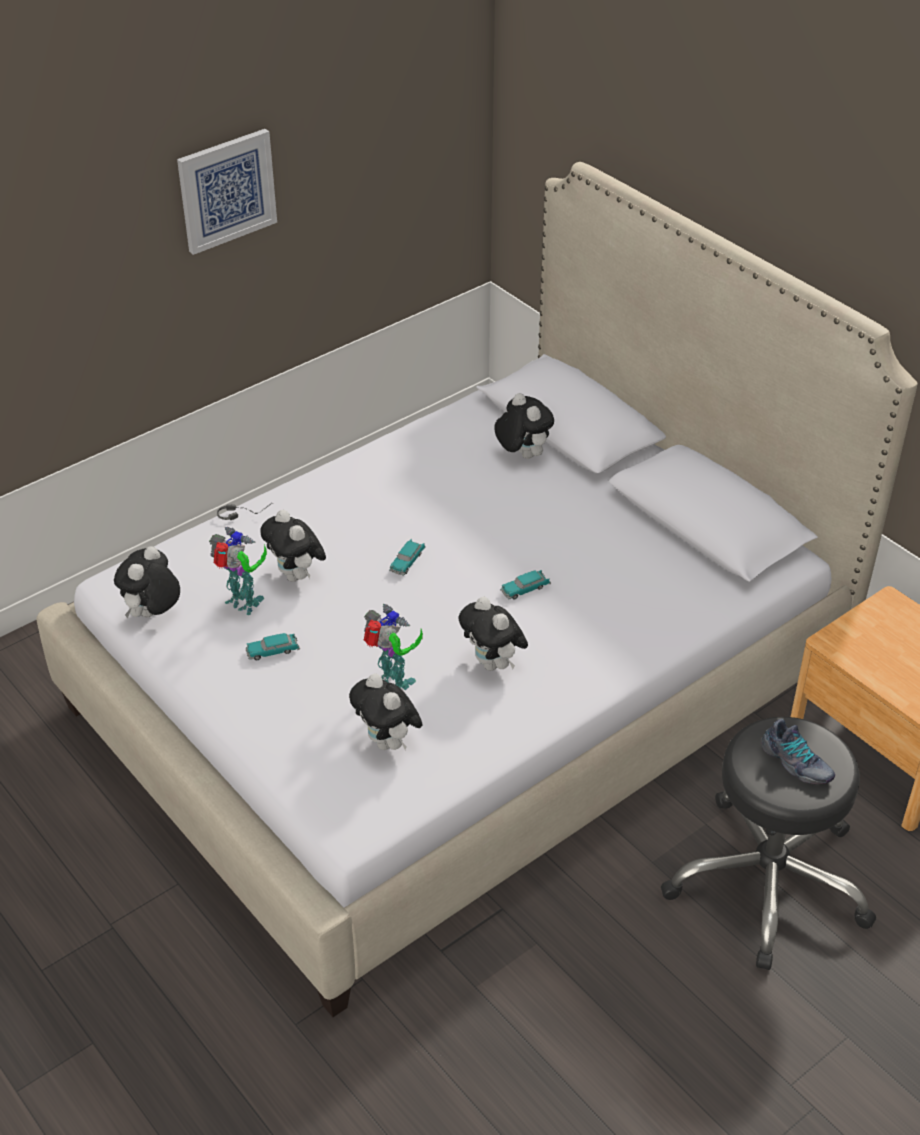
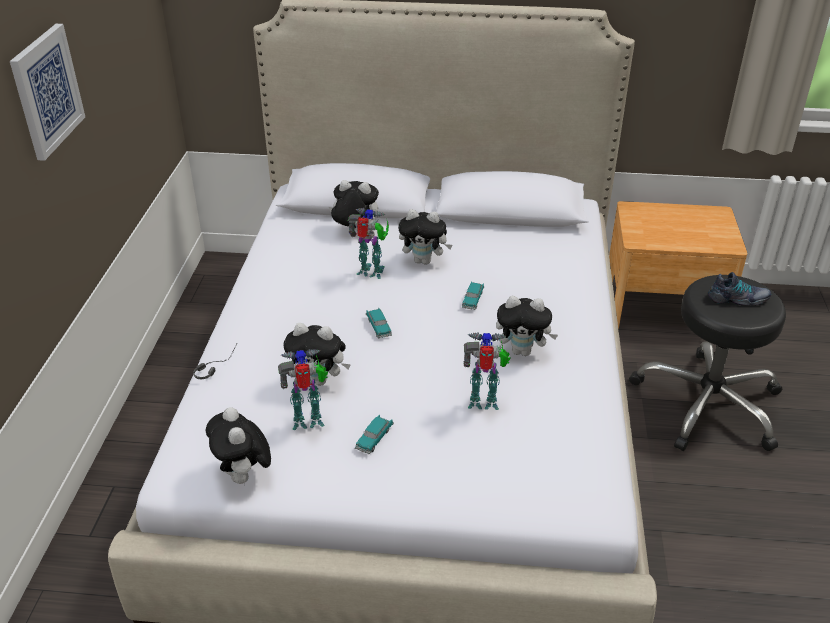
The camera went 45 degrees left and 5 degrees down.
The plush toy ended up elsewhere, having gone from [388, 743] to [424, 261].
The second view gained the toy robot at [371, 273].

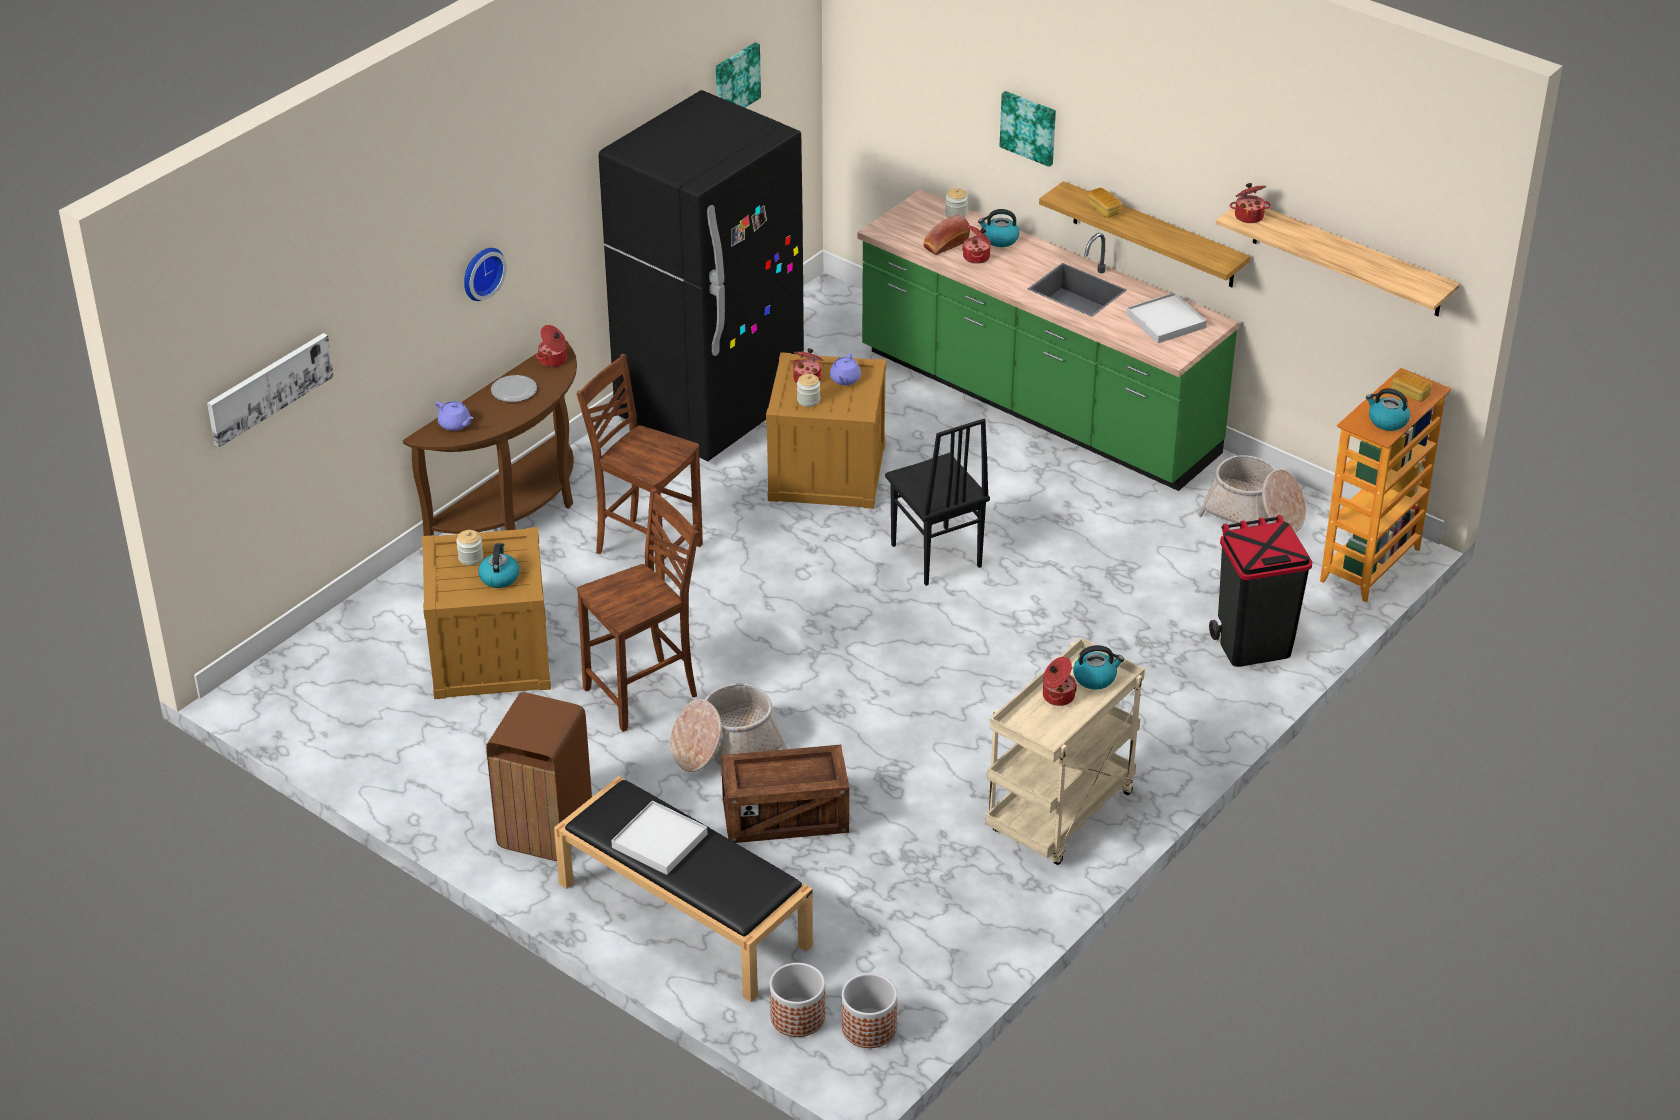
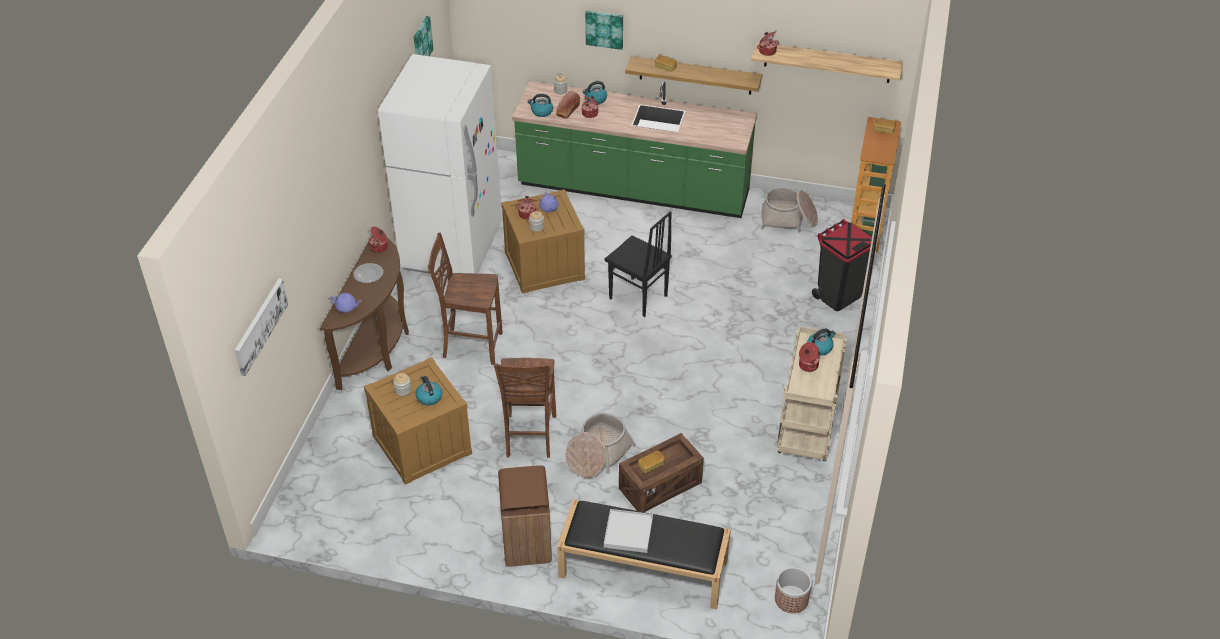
The camera went 25 degrees left and 5 degrees up.
The second view lost the wall clock at [481, 272].
The brown chair at [644, 693] ended up facing another way, 150 degrees clockwise from before.
What was the black fridge at [710, 410] turned into the white fridge at [452, 247].
The second view lost the planter at [797, 1017].
The second view lost the white tray at [1165, 321].
The kettle ended up elsewhere, having gone from [1387, 421] to [541, 112].
The second view gained the bread at [651, 466].

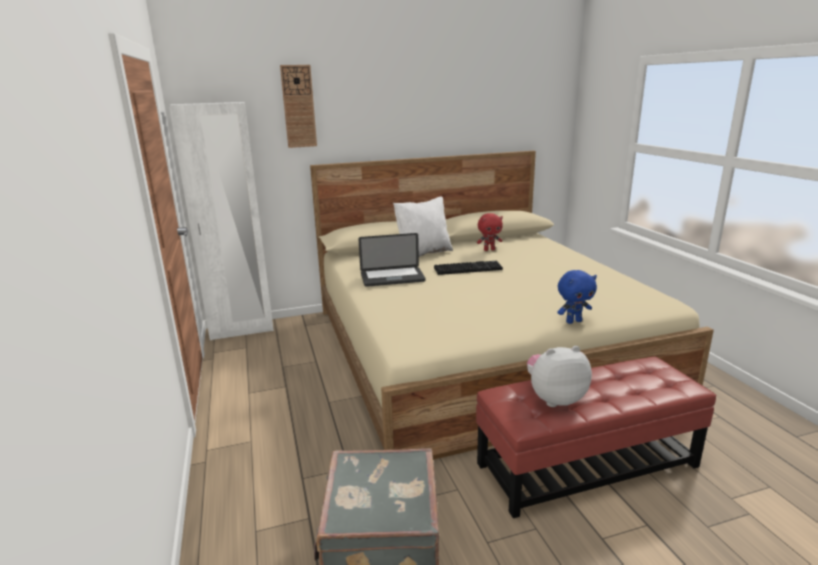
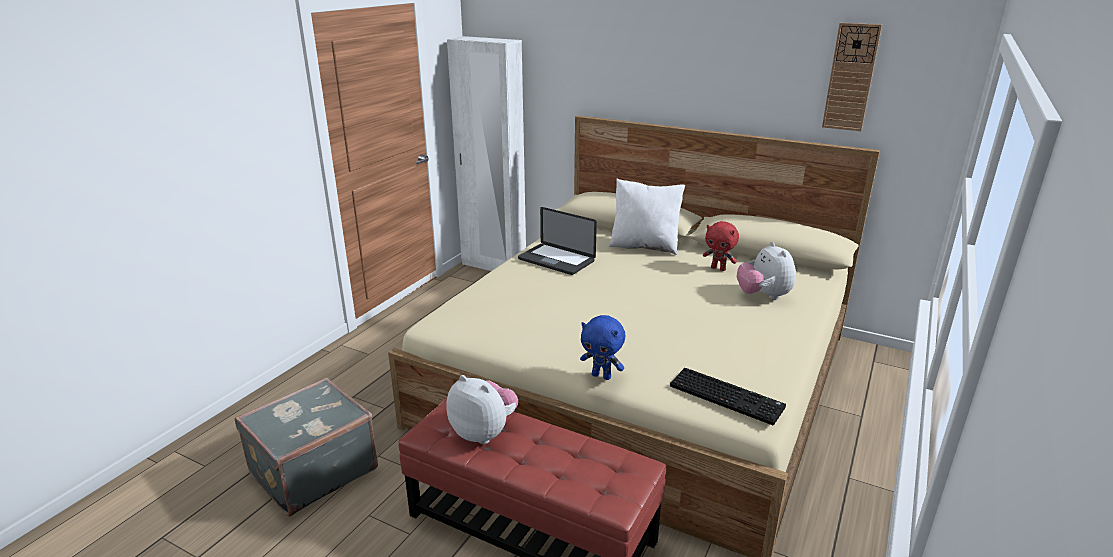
The camera went 45 degrees right and 5 degrees up.
The wall clock ended up elsewhere, having gone from [298, 106] to [850, 77].
The keyboard ended up elsewhere, having gone from [468, 268] to [728, 396].
The second view gained the plush toy at [763, 296].

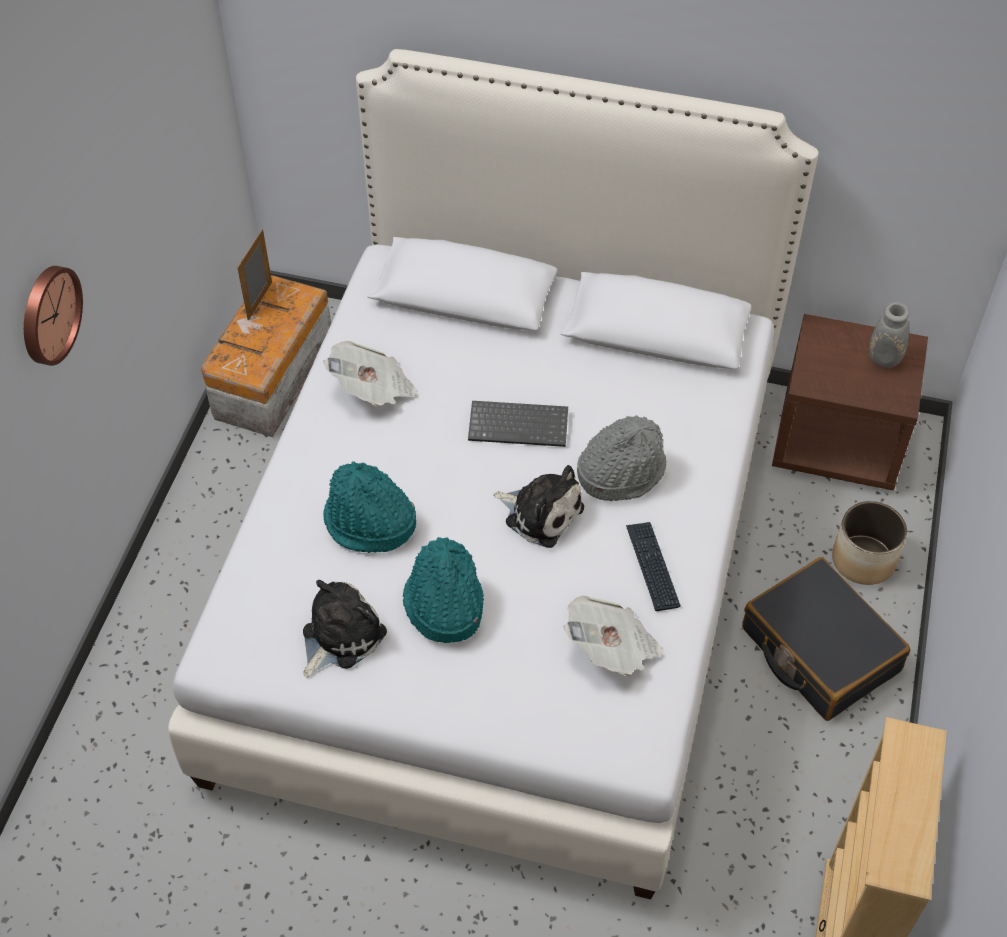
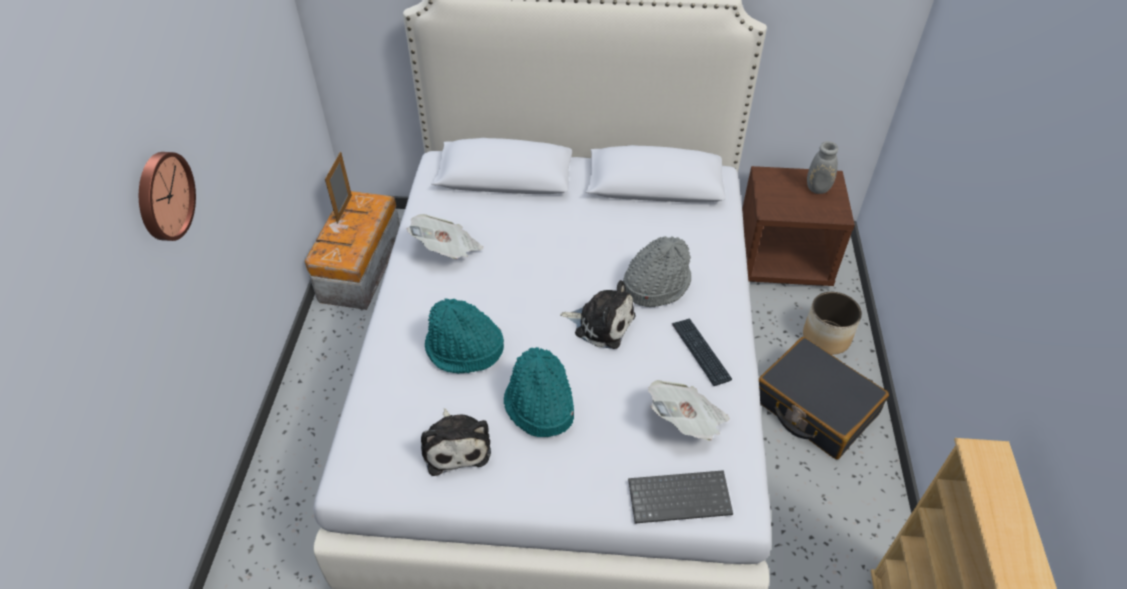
The camera went 10 degrees left and 5 degrees down.
The plush toy at [339, 636] ended up facing another way, 135 degrees clockwise from before.
The keyboard ended up elsewhere, having gone from [519, 424] to [680, 496].

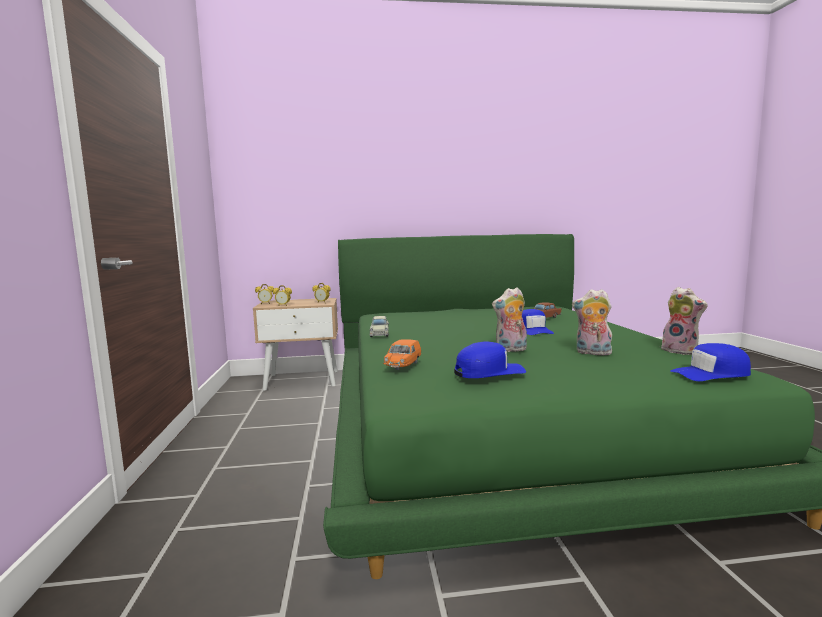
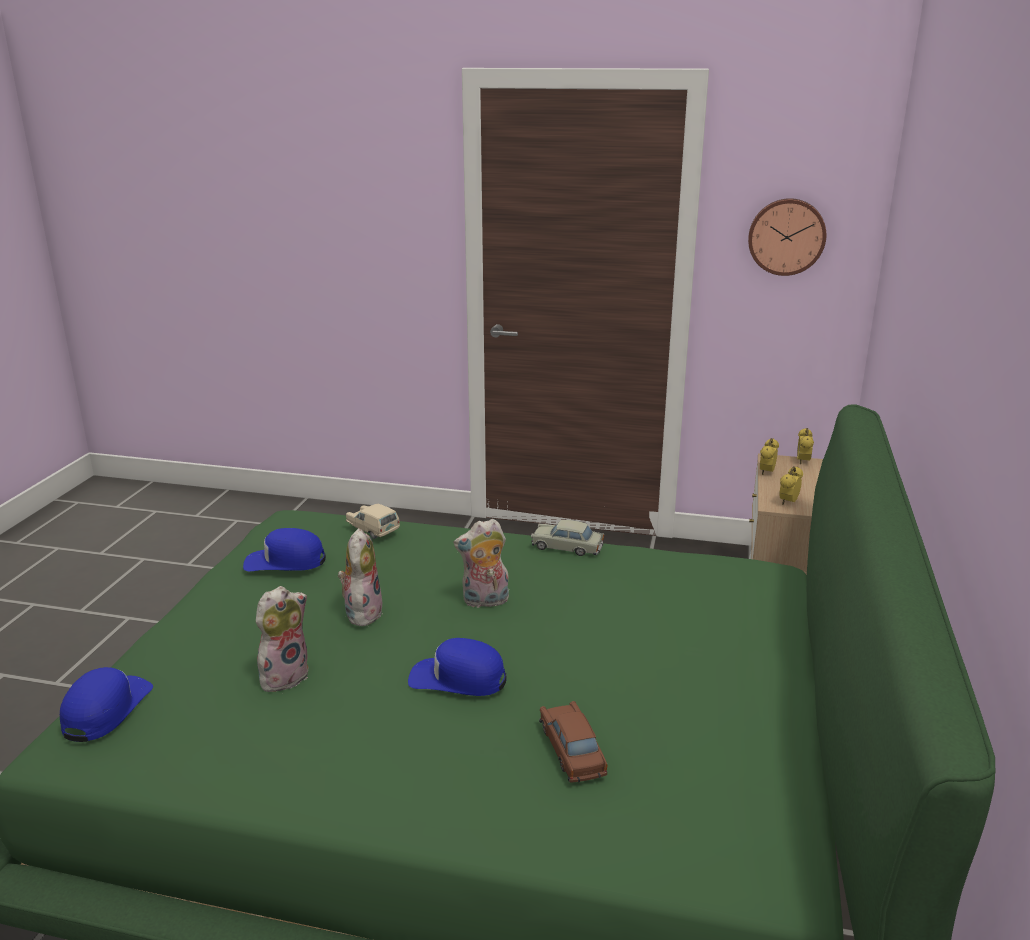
The camera went 110 degrees right and 15 degrees up.
What was the orange toy car at [402, 365] turned into the beige toy car at [372, 530].
The blue cap at [489, 371] ended up facing another way, 90 degrees clockwise from before.
The plush toy ended up elsewhere, having gone from [681, 351] to [485, 601].
The second view gained the wall clock at [786, 236].

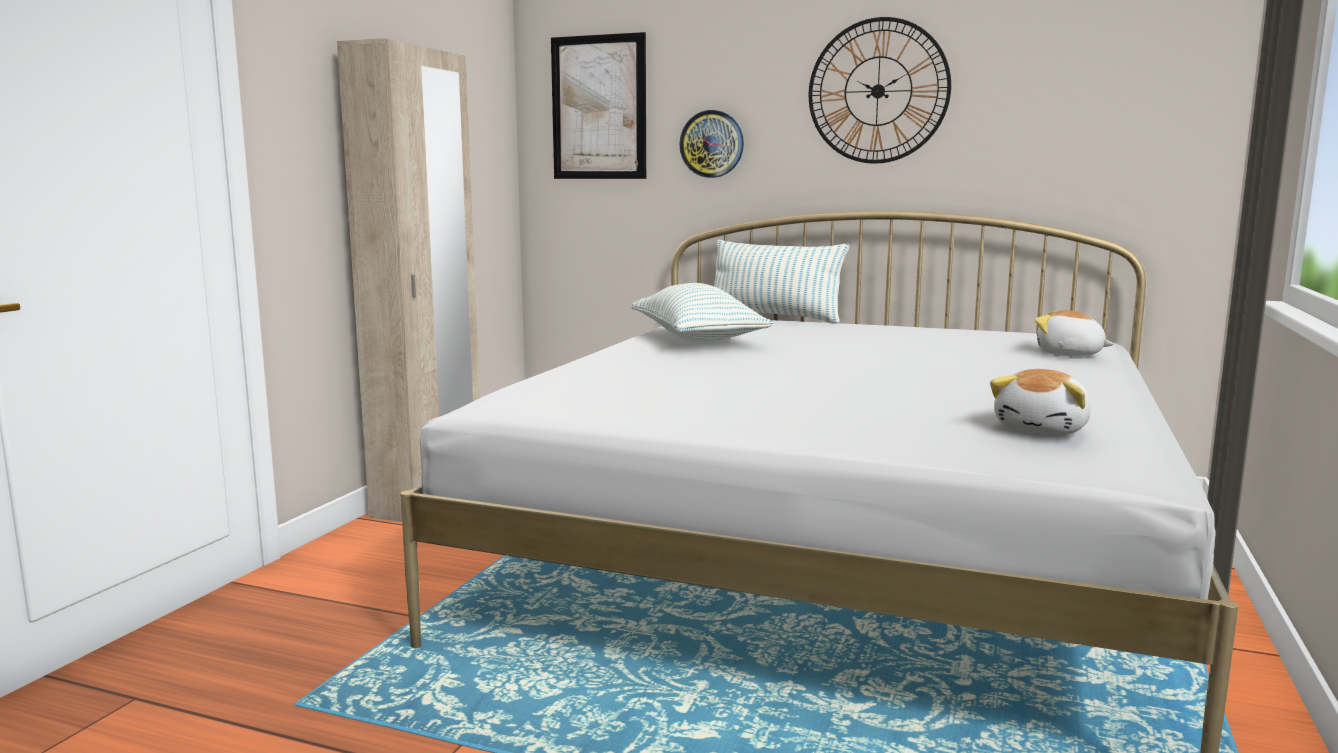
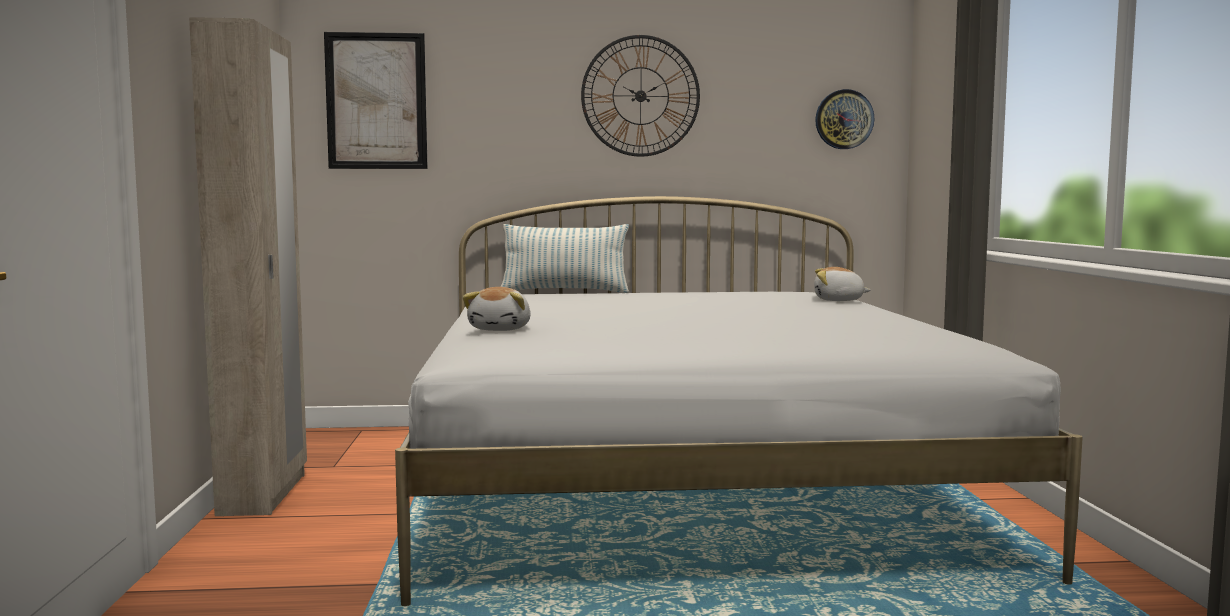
The camera went 25 degrees left and 5 degrees down.
The second view lost the pillow at [696, 339].
The wall clock ended up elsewhere, having gone from [712, 144] to [844, 119].
The plush toy ended up elsewhere, having gone from [1043, 429] to [501, 329].

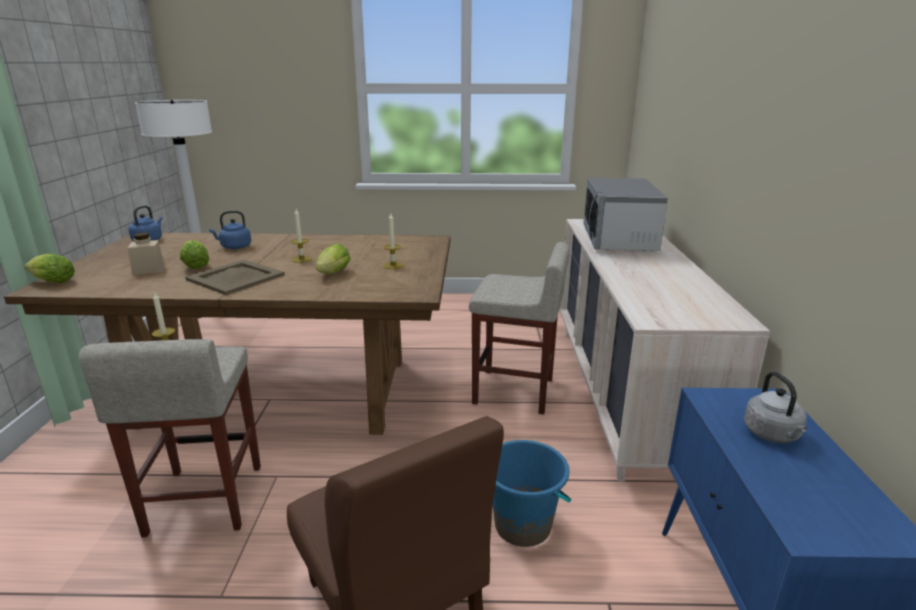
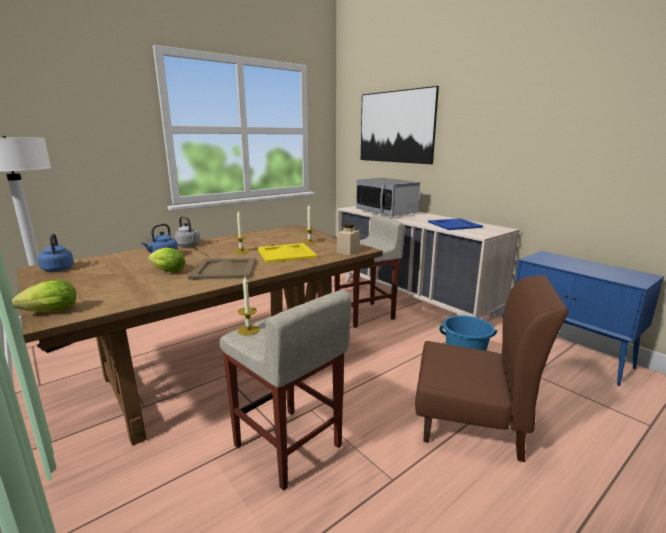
The camera went 40 degrees left and 5 degrees down.
The beige jar ended up elsewhere, having gone from [148, 270] to [348, 251].
Where the lettuce stood at [332, 274], the yellow tray came to stand at [286, 253].
The grey kettle ended up elsewhere, having gone from [772, 435] to [189, 245].
The second view gained the picture at [395, 127].
The second view gained the blue tray at [454, 225].

